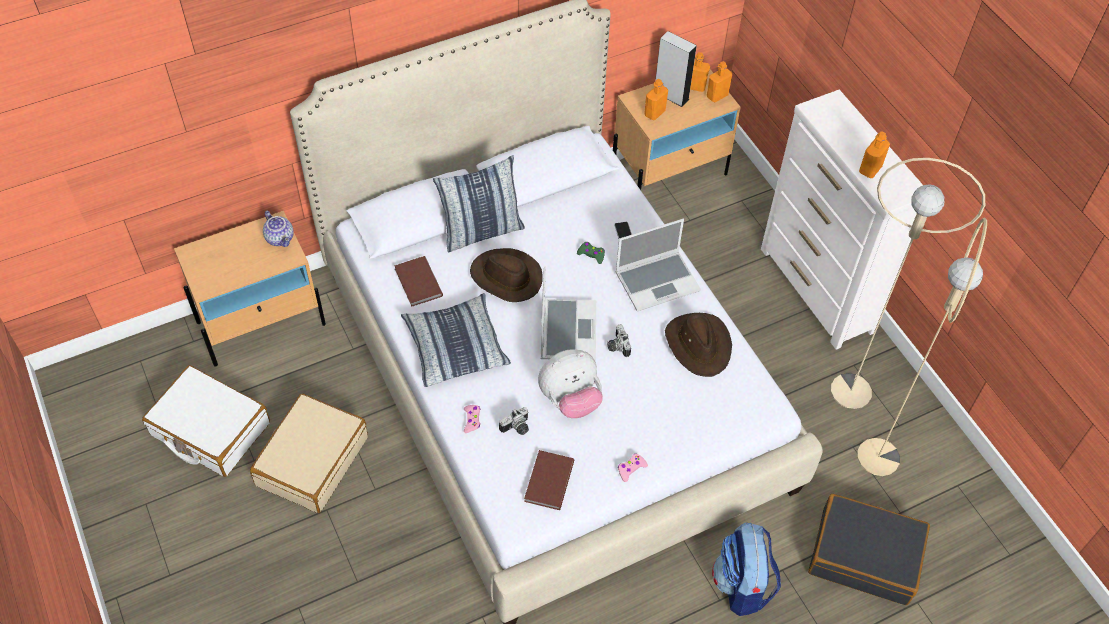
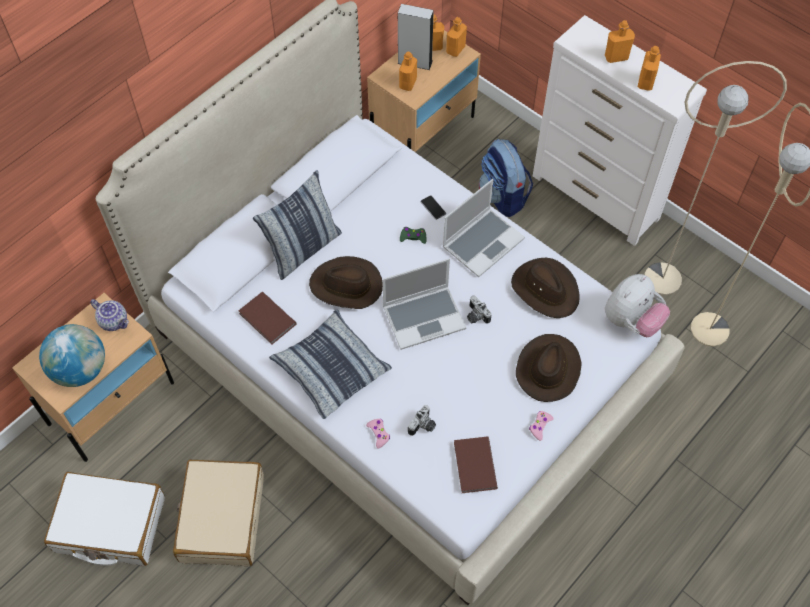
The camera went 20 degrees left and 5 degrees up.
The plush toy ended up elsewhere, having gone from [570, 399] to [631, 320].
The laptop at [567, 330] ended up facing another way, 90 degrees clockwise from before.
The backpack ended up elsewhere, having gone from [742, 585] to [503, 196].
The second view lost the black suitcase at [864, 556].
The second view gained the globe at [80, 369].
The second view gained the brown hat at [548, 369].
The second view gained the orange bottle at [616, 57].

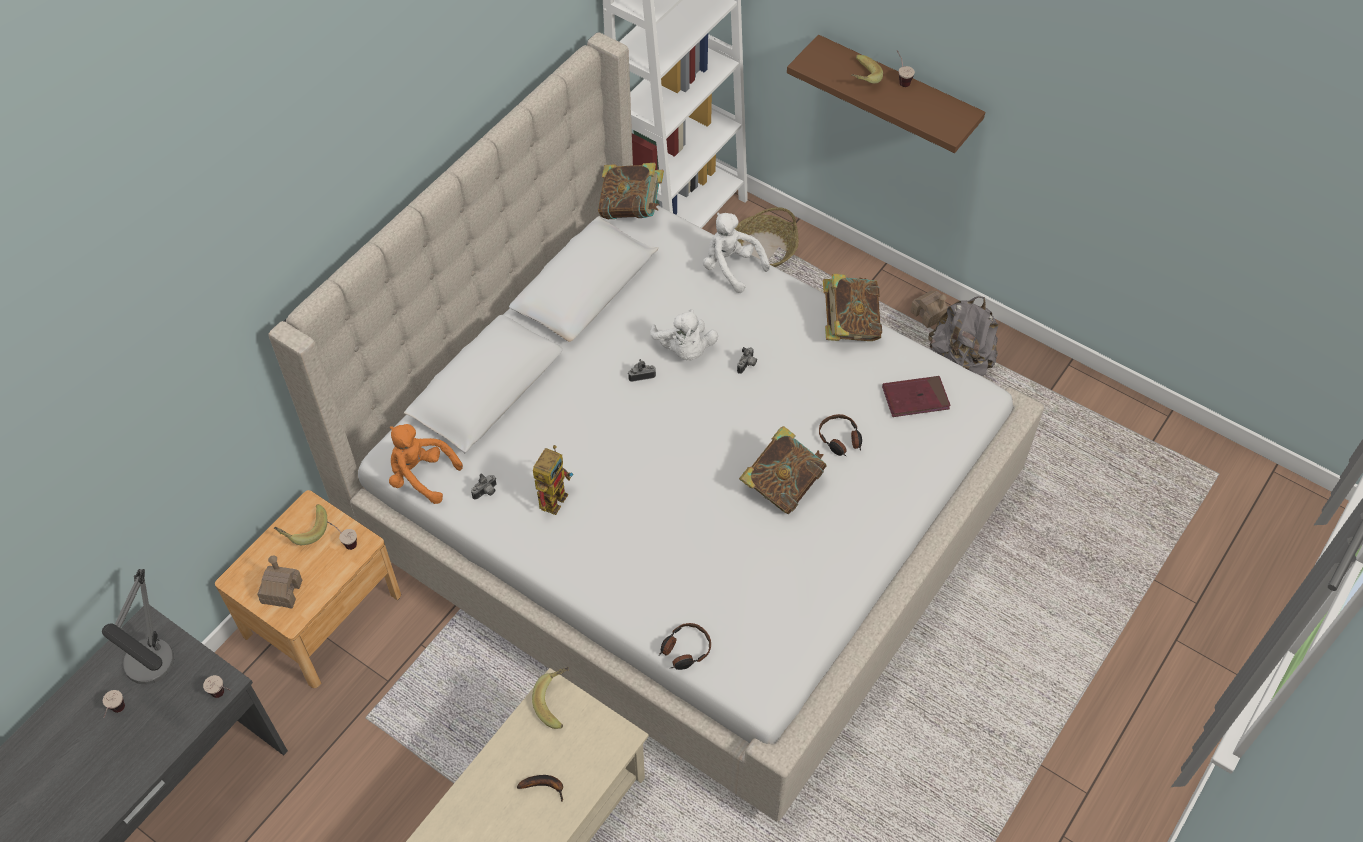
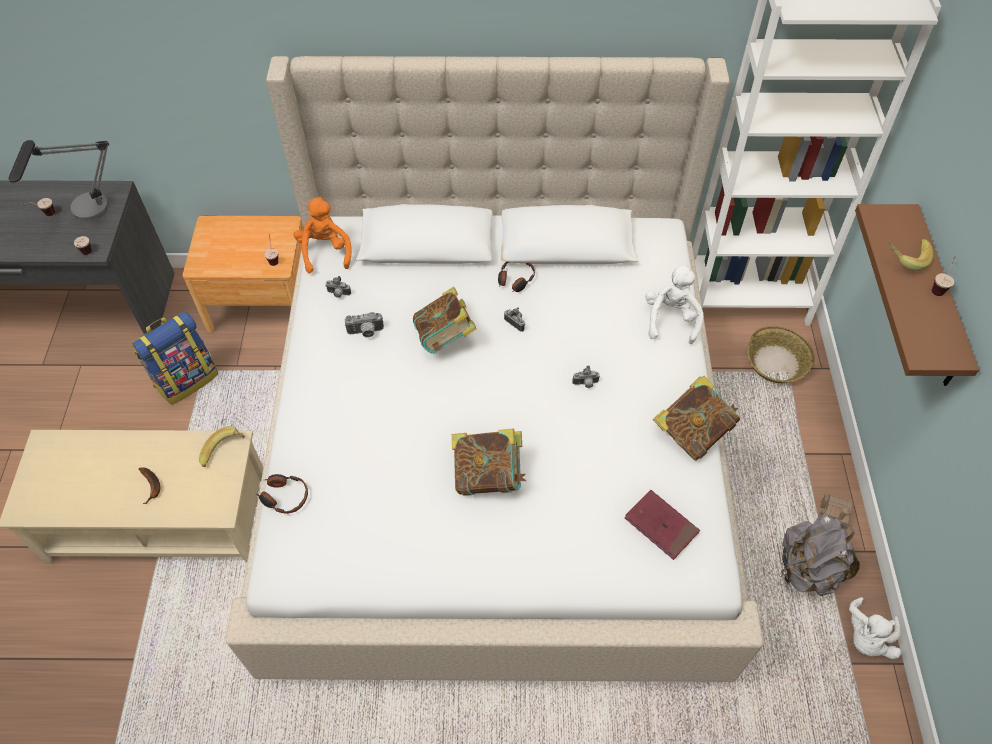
The camera went 55 degrees right and 0 degrees up.
The second view lost the toy house at [282, 591].
The second view lost the banana at [304, 530].
Where the toy robot stood at [554, 494], the photo camera came to stand at [366, 333].
The book ended up elsewhere, having gone from [631, 209] to [445, 337].
The white plush toy ended up elsewhere, having gone from [684, 349] to [866, 637].
The headphones ended up elsewhere, having gone from [840, 439] to [515, 279].
The second view gained the backpack at [186, 379].

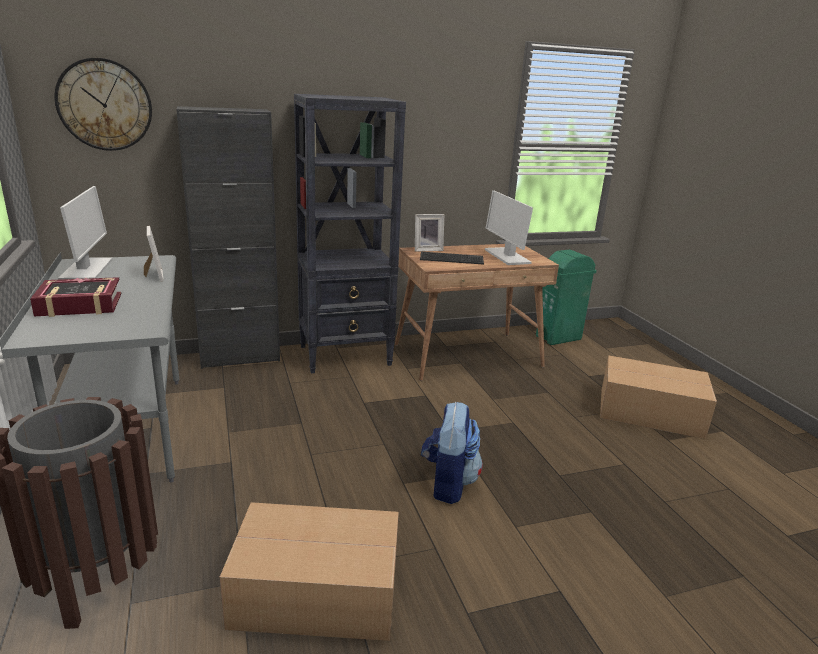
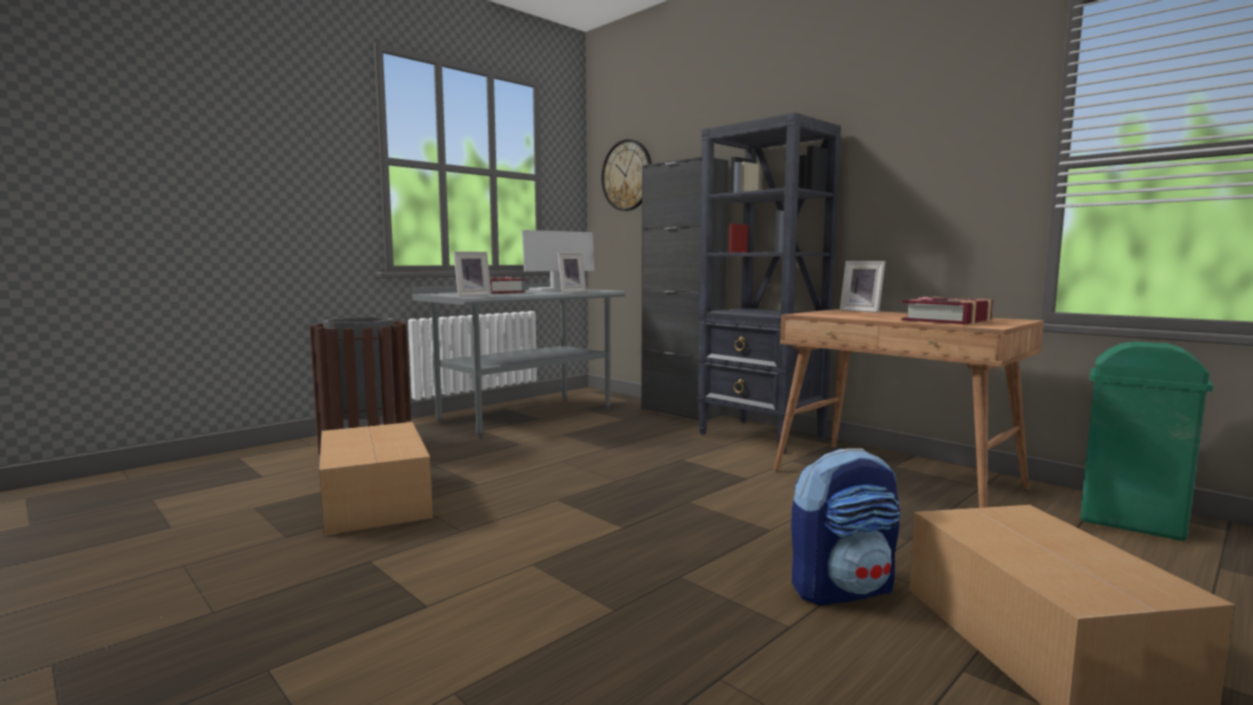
The camera went 65 degrees right and 15 degrees down.
The second view lost the keyboard at [451, 259].
The backpack ended up elsewhere, having gone from [448, 483] to [842, 589].
Where the monitor stood at [506, 256], the book came to stand at [947, 320].
The second view gained the picture frame at [471, 295].

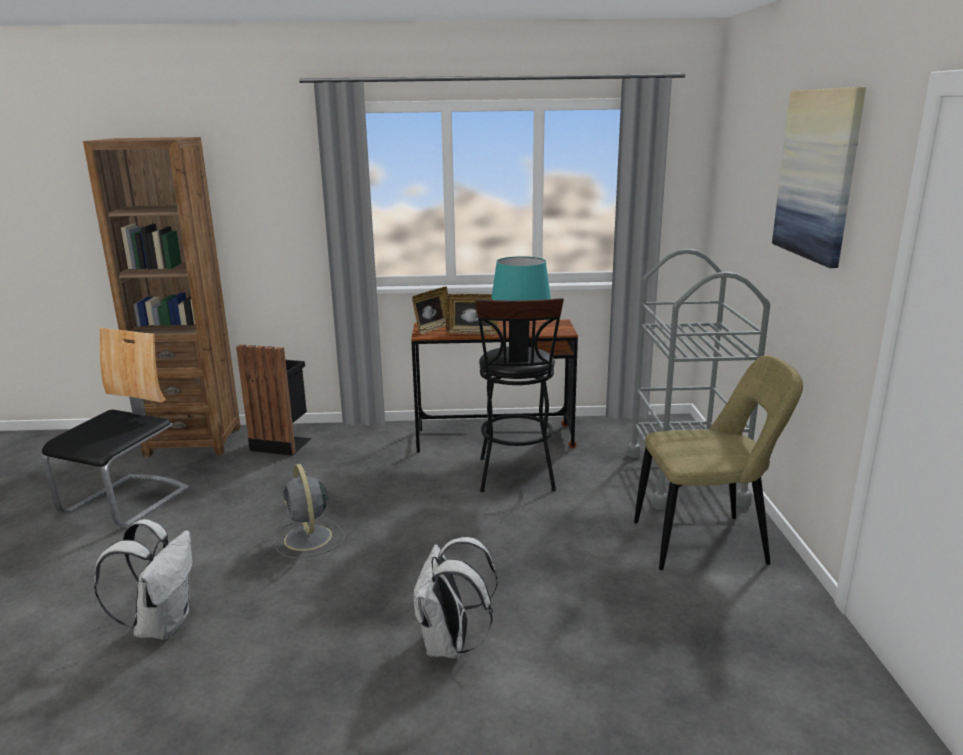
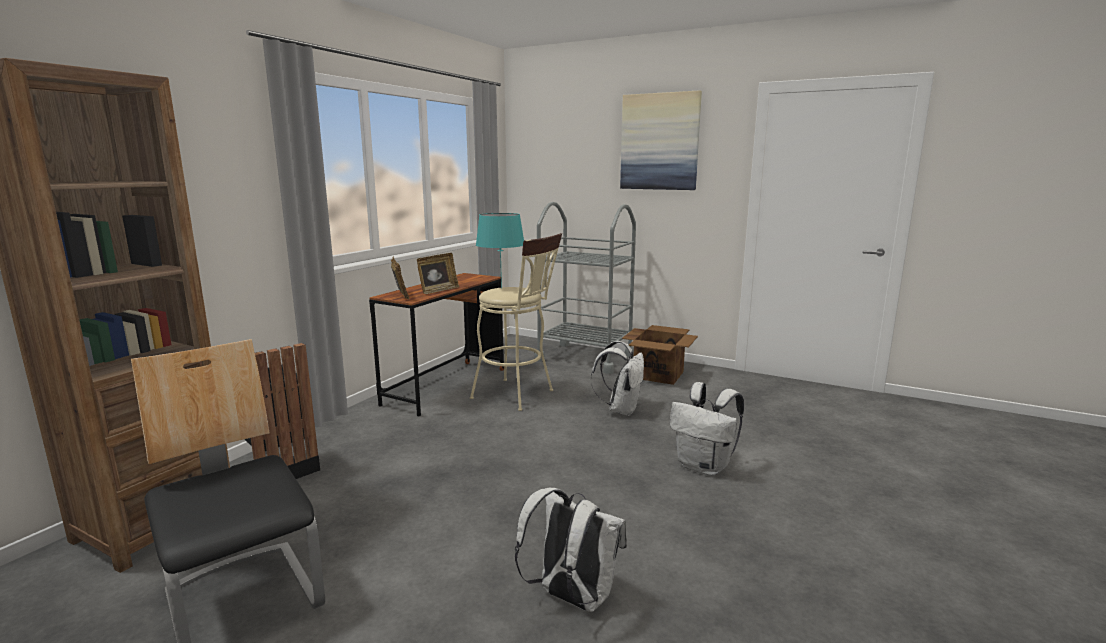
The camera went 60 degrees left and 5 degrees down.
The second view lost the grey fan at [308, 539].
What was the black stool at [517, 478] turned into the beige stool at [518, 395].
Where the beige chair stood at [706, 543], the cardboard box came to stand at [658, 374].
The second view gained the white backpack at [621, 410].

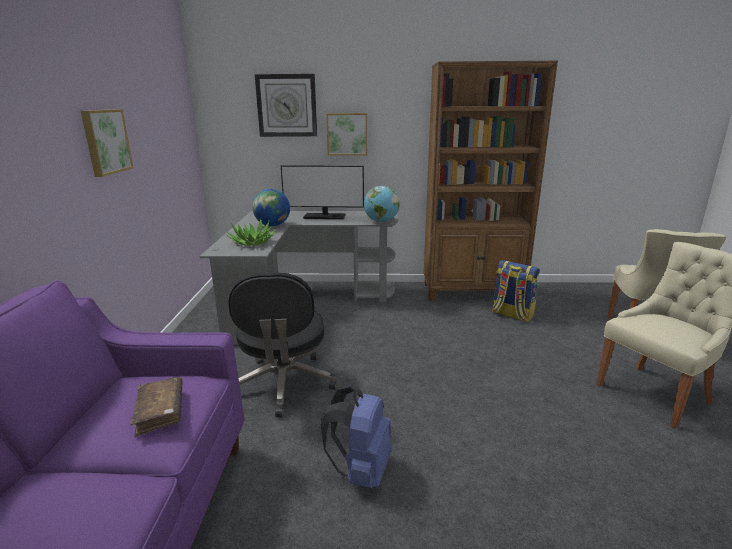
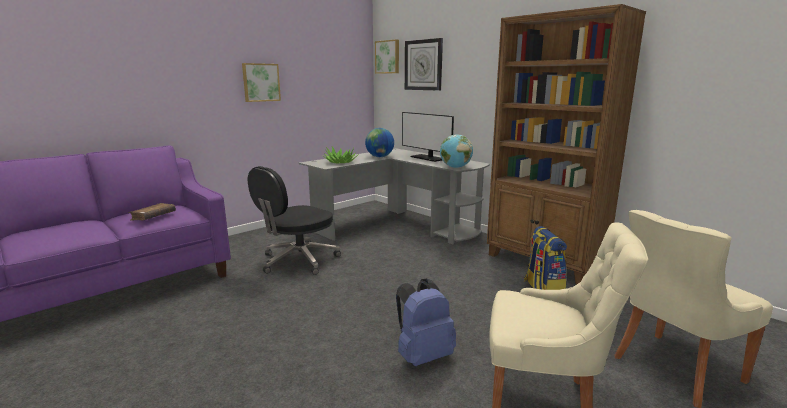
The camera went 45 degrees right and 5 degrees down.
The blue backpack ended up elsewhere, having gone from [361, 471] to [423, 355].
The picture ended up elsewhere, having gone from [347, 134] to [388, 57].

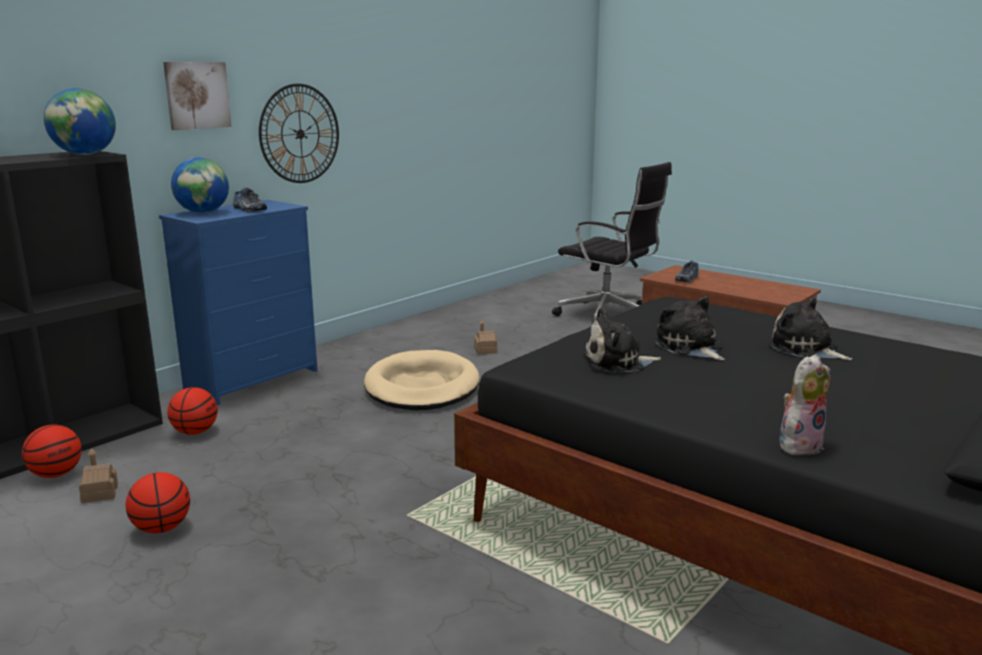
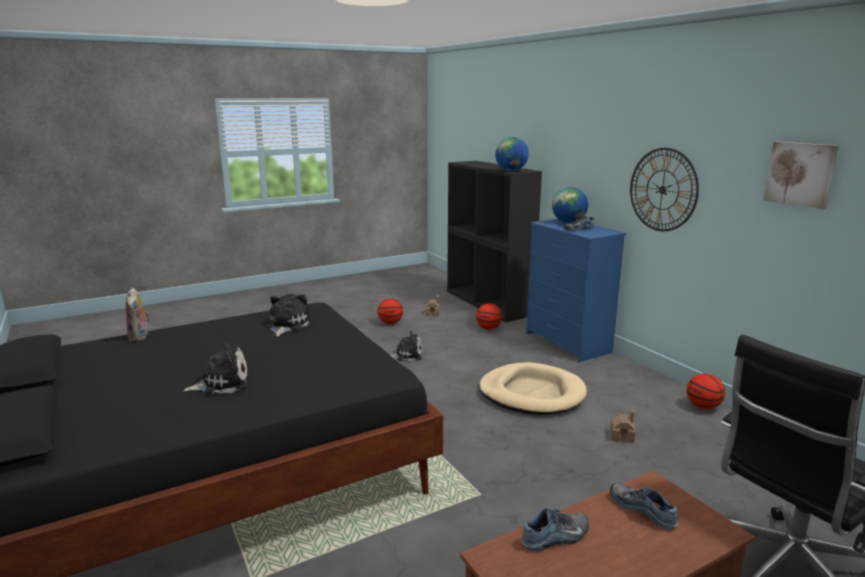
The camera went 110 degrees right and 0 degrees up.
The basketball ended up elsewhere, having gone from [56, 474] to [703, 406].
The picture ended up elsewhere, having gone from [197, 95] to [800, 174].
The plush toy ended up elsewhere, having gone from [690, 347] to [407, 355].
The second view gained the shoe at [556, 538].

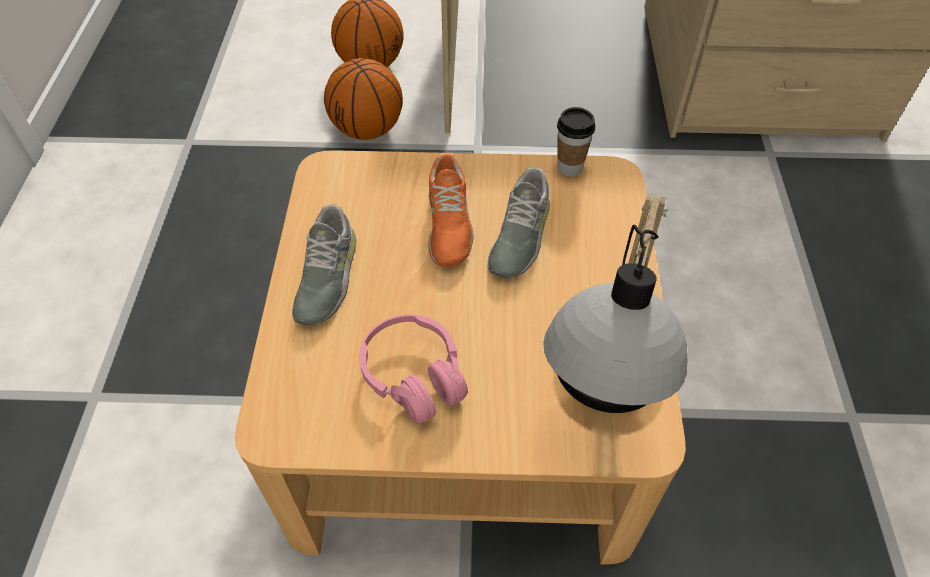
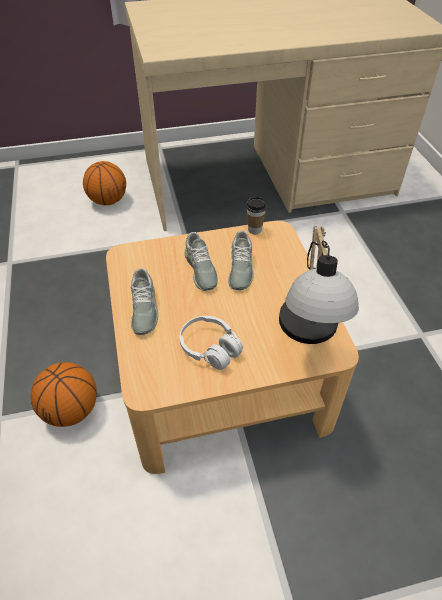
The camera went 15 degrees left and 5 degrees down.
The basketball ended up elsewhere, having gone from [367, 130] to [71, 410].
What was the pink headphones at [414, 376] turned into the white headphones at [210, 348].
What was the orange shoe at [448, 223] turned into the grey shoe at [200, 269].

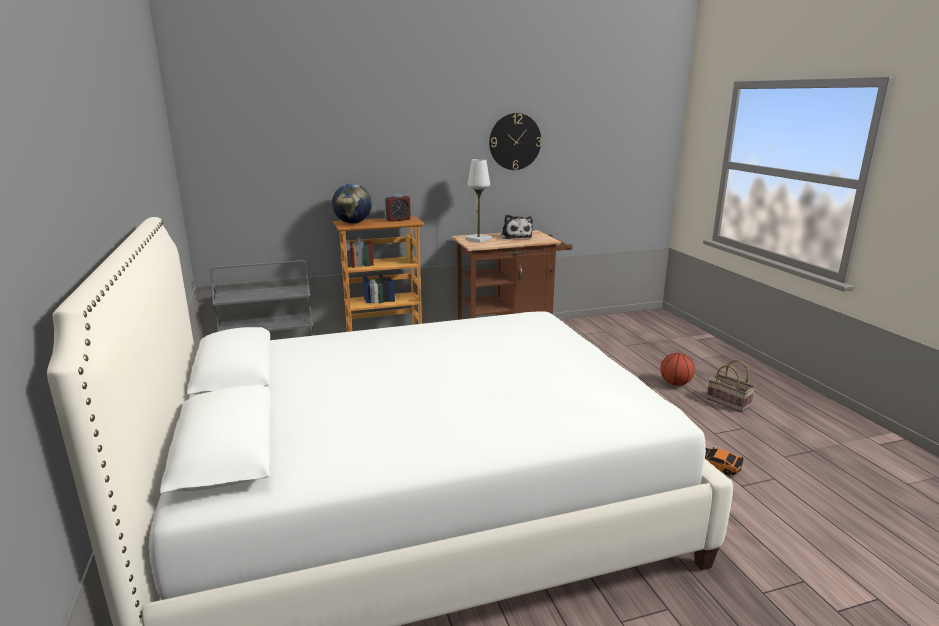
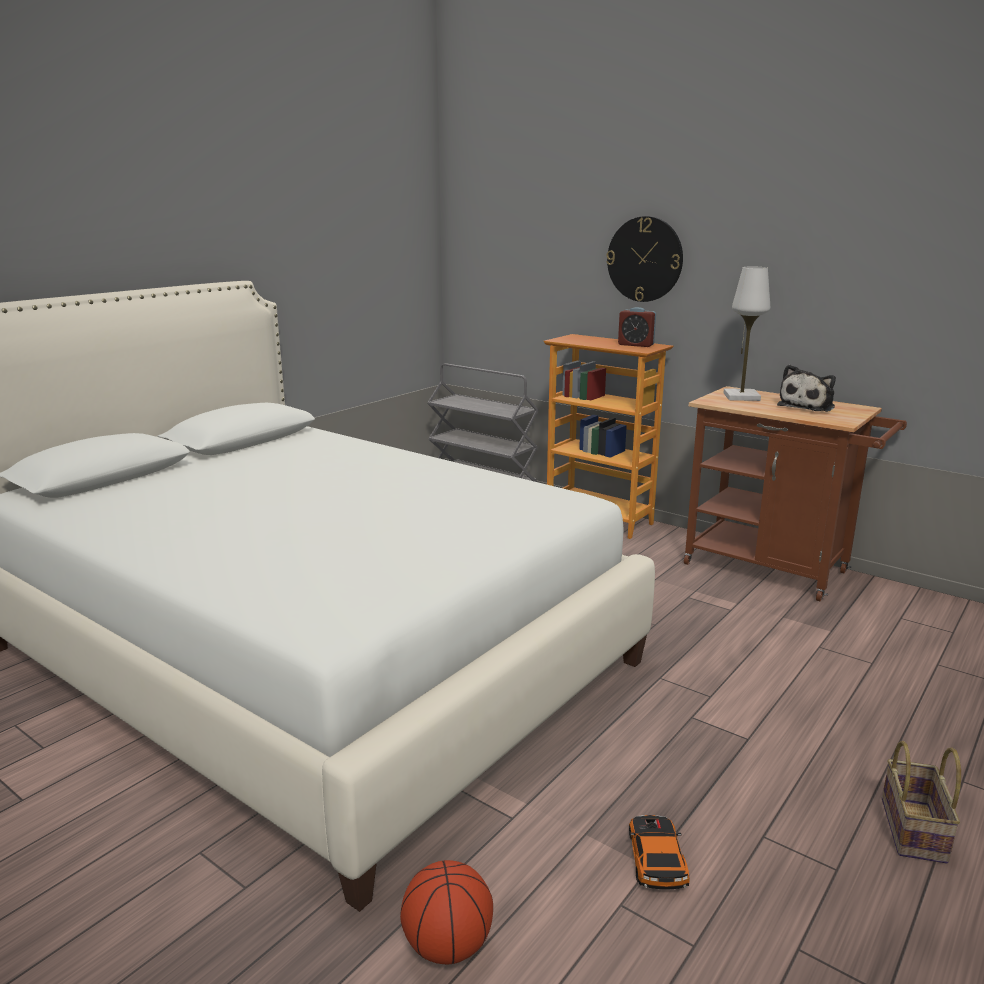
The camera went 55 degrees right and 0 degrees up.
The second view lost the globe at [353, 223].
The wall clock ended up elsewhere, having gone from [515, 141] to [644, 259].
The basketball ended up elsewhere, having gone from [675, 384] to [447, 945].

